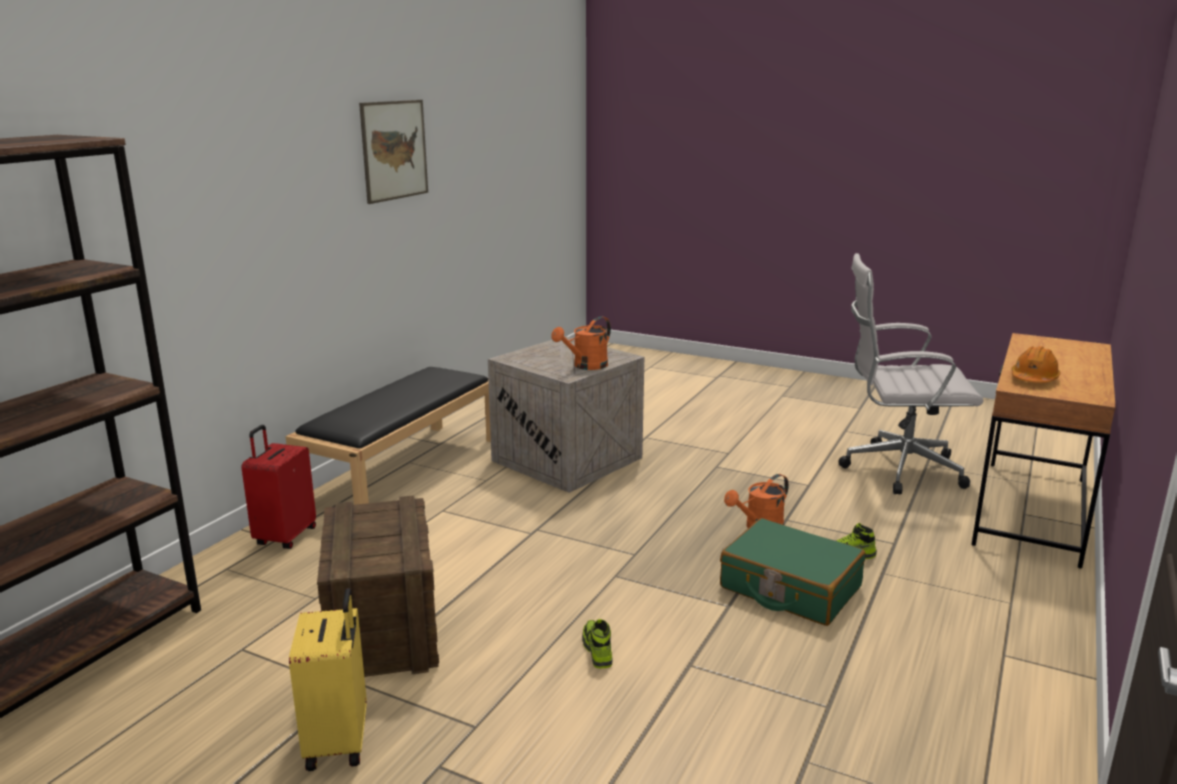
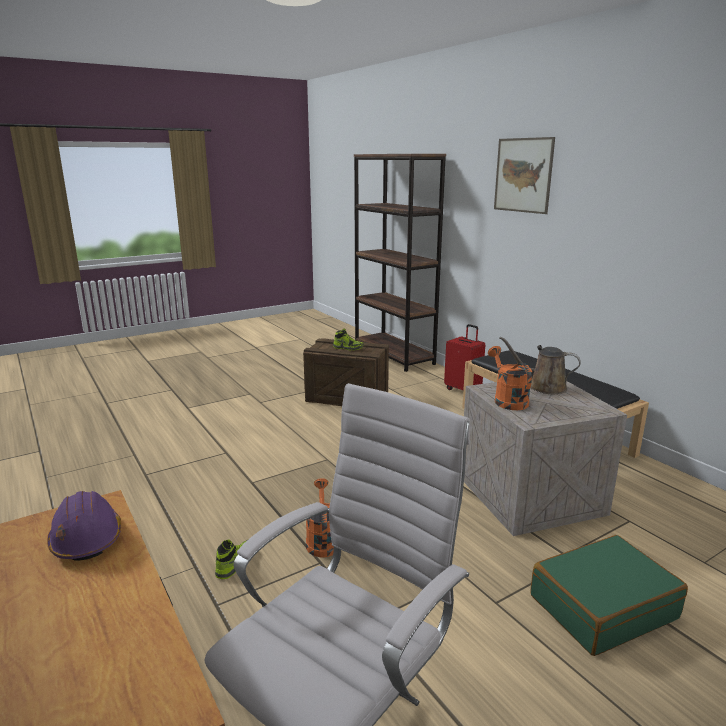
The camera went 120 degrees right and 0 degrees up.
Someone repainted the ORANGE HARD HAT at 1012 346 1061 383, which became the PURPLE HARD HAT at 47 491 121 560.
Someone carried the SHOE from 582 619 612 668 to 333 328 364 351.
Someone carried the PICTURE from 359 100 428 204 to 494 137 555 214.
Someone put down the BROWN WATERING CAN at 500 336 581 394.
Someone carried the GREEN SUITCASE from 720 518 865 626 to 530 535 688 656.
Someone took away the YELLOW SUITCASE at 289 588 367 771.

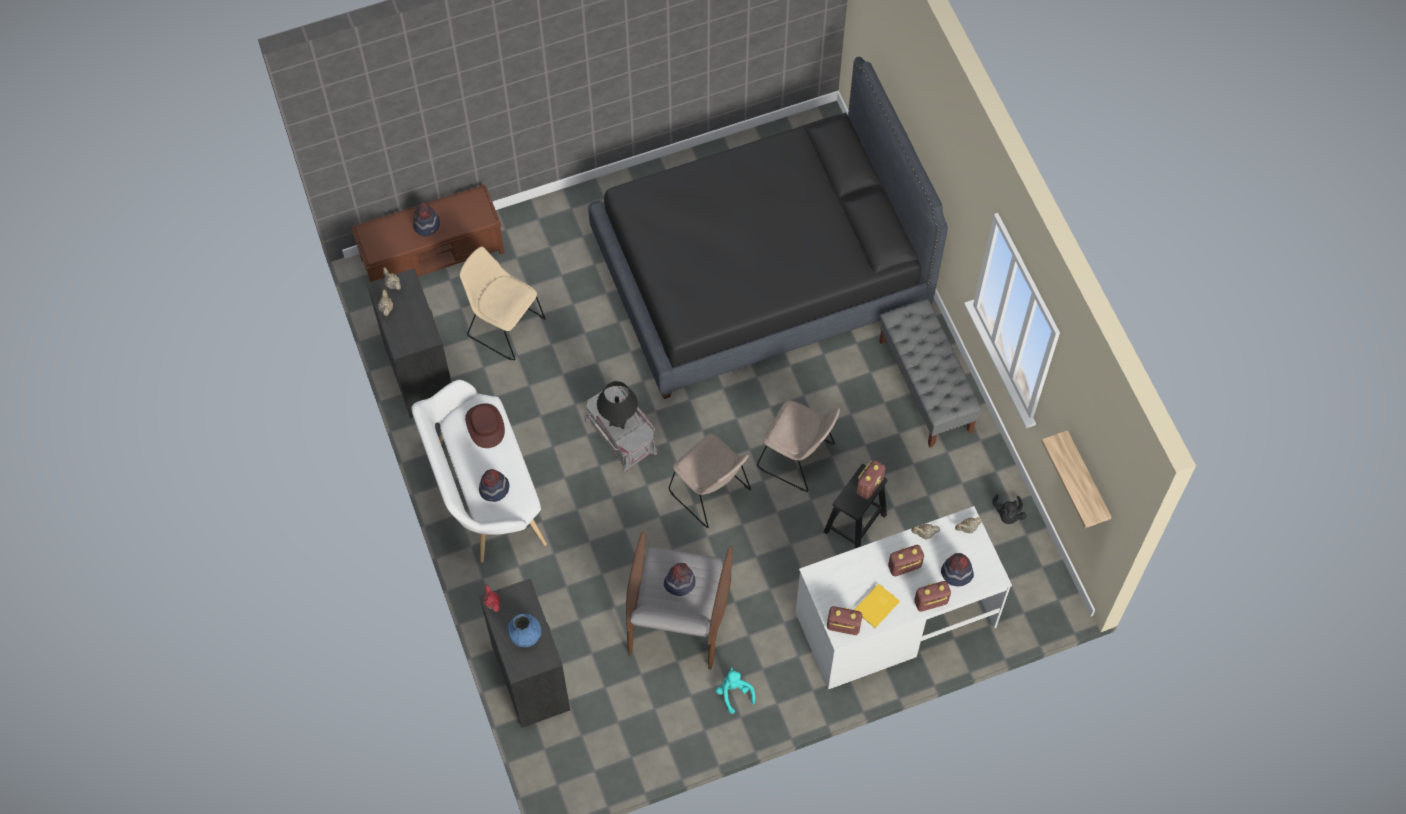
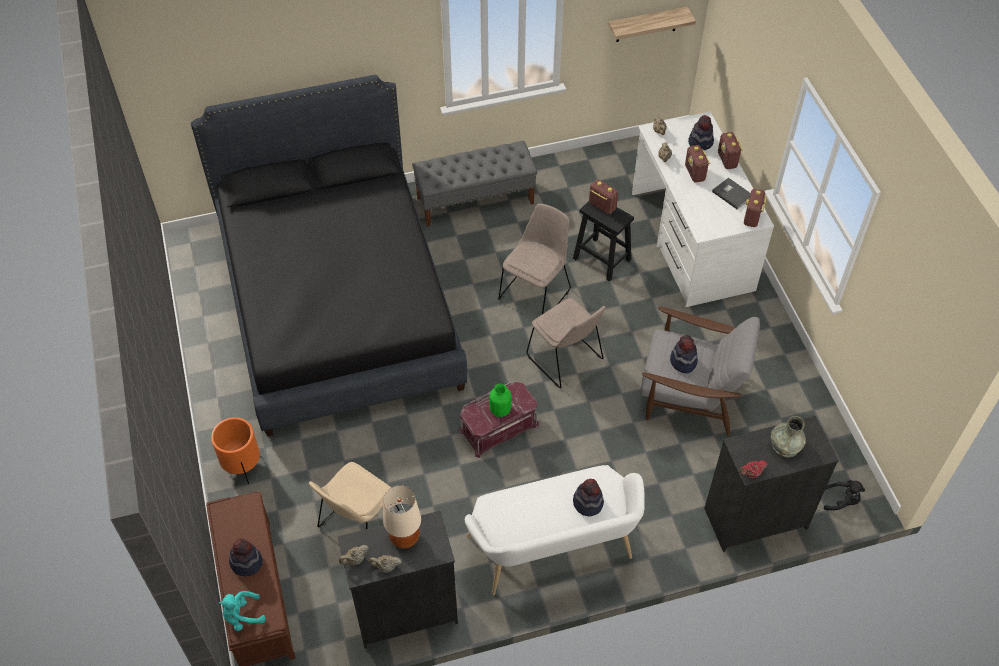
The camera went 85 degrees left and 10 degrees down.
Someone put down the ORANGE PLANTER at 211 417 260 484.
Someone carried the TURQUOISE PLUSH TOY from 716 668 755 714 to 218 591 266 631.
Someone put down the BEIGE TABLE LAMP at 383 486 421 549.
Someone repainted the GREY STORAGE BOX at 585 386 658 472, which became the RED STORAGE BOX at 458 382 539 458.
Someone swapped the BLACK TABLE LAMP at 597 381 638 429 for the GREEN VASE at 489 384 512 417.
Someone rotated the BEIGE CHAIR at 669 434 751 528 by 90 degrees clockwise.
Someone repainted the YELLOW BOOK at 854 584 899 628, which became the GREY BOOK at 712 178 751 210.
Someone repainted the BLUE VASE at 508 614 541 647, which became the GREY VASE at 770 416 806 458.
Someone carried the BLACK PLUSH TOY from 992 494 1027 524 to 824 480 865 510.
Someone took away the BROWN HAT at 465 403 505 448.

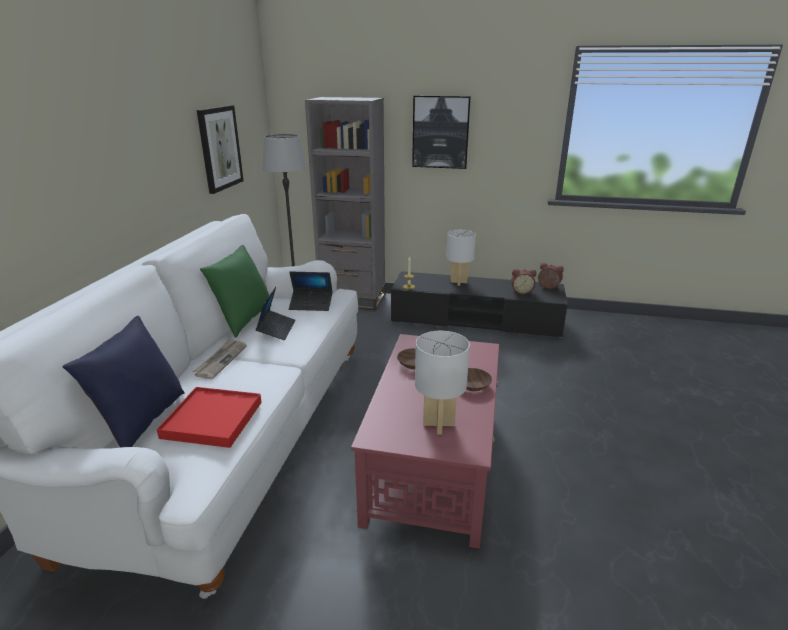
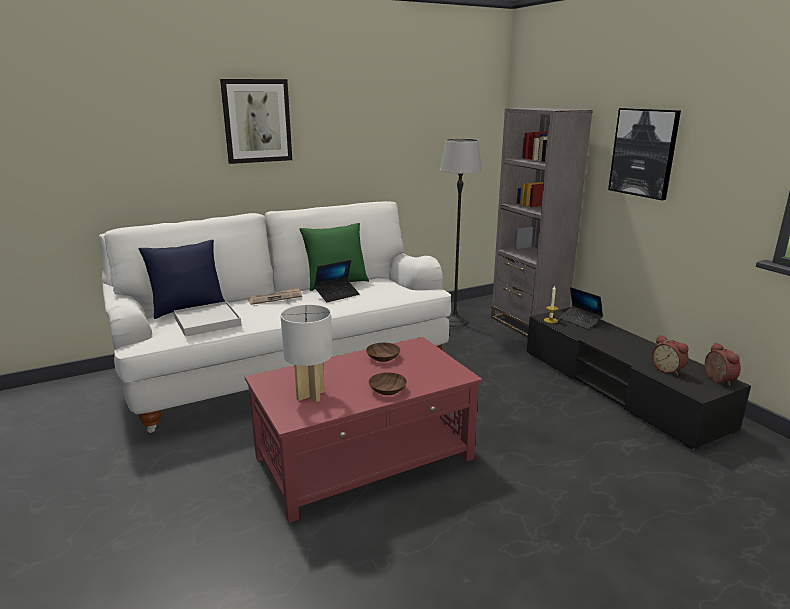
The camera went 50 degrees right and 5 degrees down.
Someone repainted the RED TRAY at 157 387 262 448, which became the WHITE TRAY at 174 301 242 337.
Someone carried the PICTURE from 197 105 244 194 to 220 79 292 164.
Someone carried the LAPTOP from 289 272 333 311 to 559 287 603 329.
Someone took away the WHITE TABLE LAMP at 446 230 476 286.

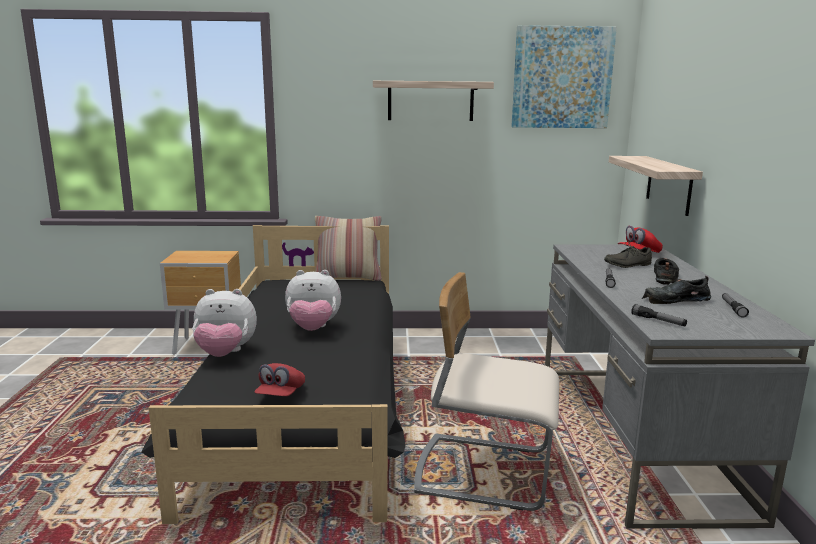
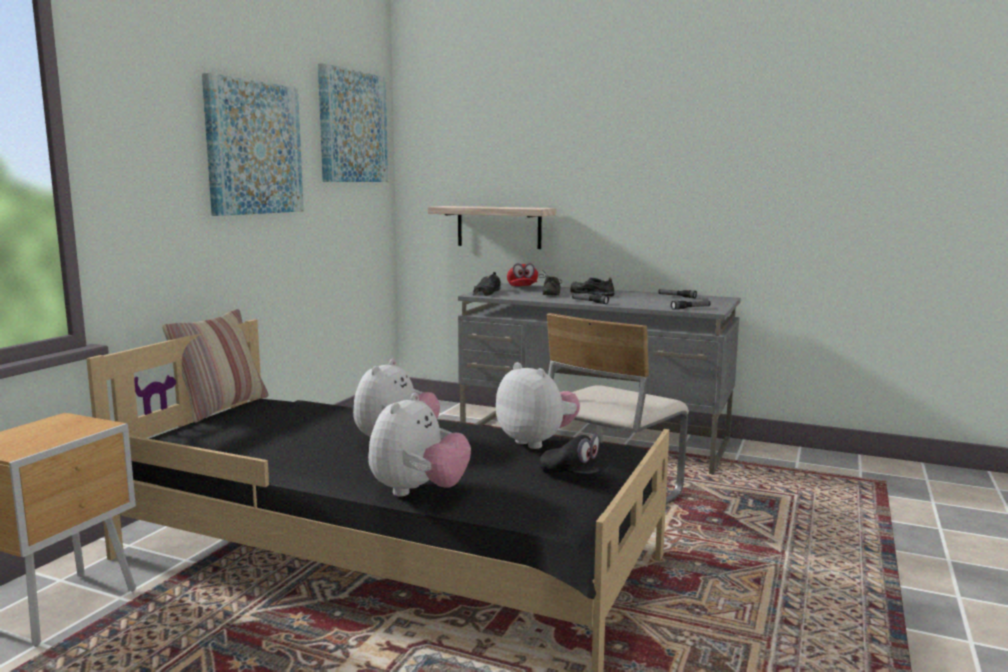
The camera went 65 degrees left and 5 degrees down.
Someone swapped the SHELF at 373 81 494 121 for the PICTURE at 202 73 304 216.
Someone carried the BLACK SHOE from 642 276 711 304 to 473 272 501 296.
Someone put down the PLUSH TOY at 496 362 580 449.
Someone repainted the RED CAP at 255 363 305 396, which became the BLACK CAP at 540 433 615 475.

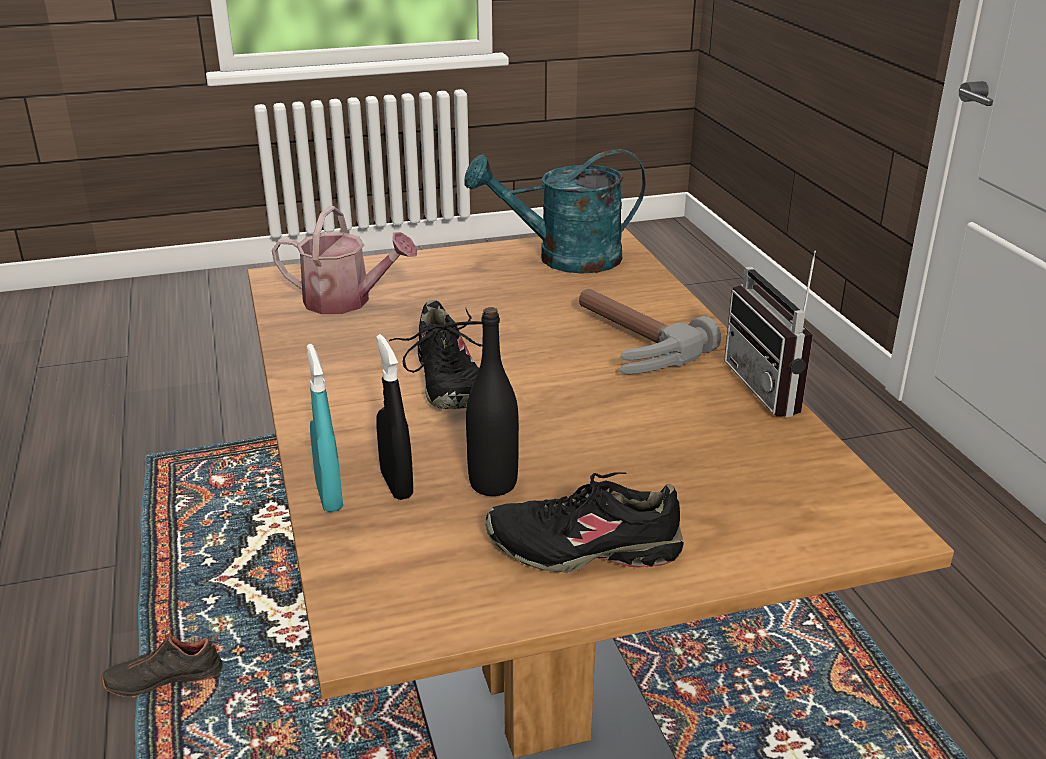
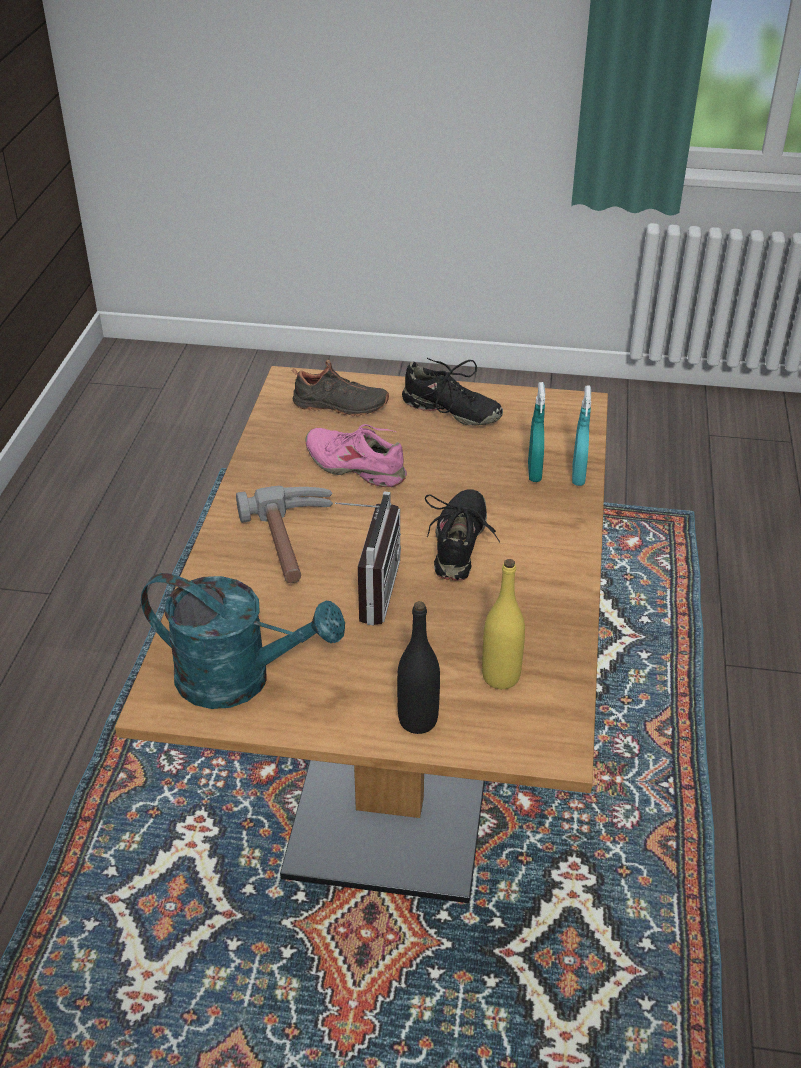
The camera went 155 degrees left and 10 degrees up.
Someone carried the BLACK SHOE from 101 627 223 698 to 291 360 389 416.
Someone put down the PINK SHOE at 305 424 407 487.
Someone carried the RADIO from 724 250 816 417 to 335 491 401 625.
Someone carried the BLACK BOTTLE from 466 307 519 496 to 397 601 440 734.
Someone swapped the WATERING CAN at 272 206 417 314 for the YELLOW BOTTLE at 482 559 525 689.
Someone repainted the BLACK SPRAY BOTTLE at 376 334 413 500, which became the TURQUOISE SPRAY BOTTLE at 528 382 545 482.

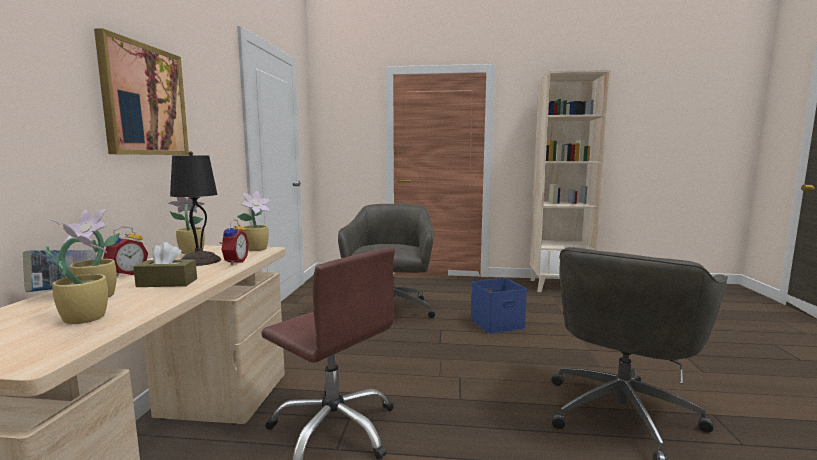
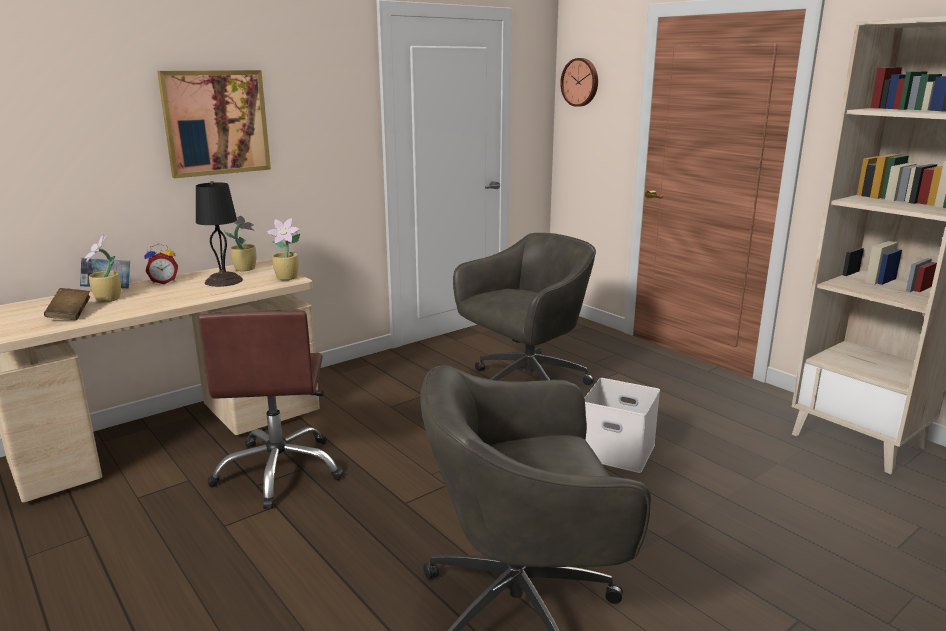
The camera went 45 degrees right and 10 degrees up.
Someone swapped the POTTED PLANT at 46 219 108 324 for the BROWN BOOK at 44 288 90 320.
Someone put up the WALL CLOCK at 560 58 598 107.
Someone repainted the BLUE STORAGE BOX at 471 278 527 334, which became the WHITE STORAGE BOX at 585 378 660 473.
Someone took away the BROWN TISSUE BOX at 134 242 197 287.
Someone took away the ALARM CLOCK at 219 219 249 265.

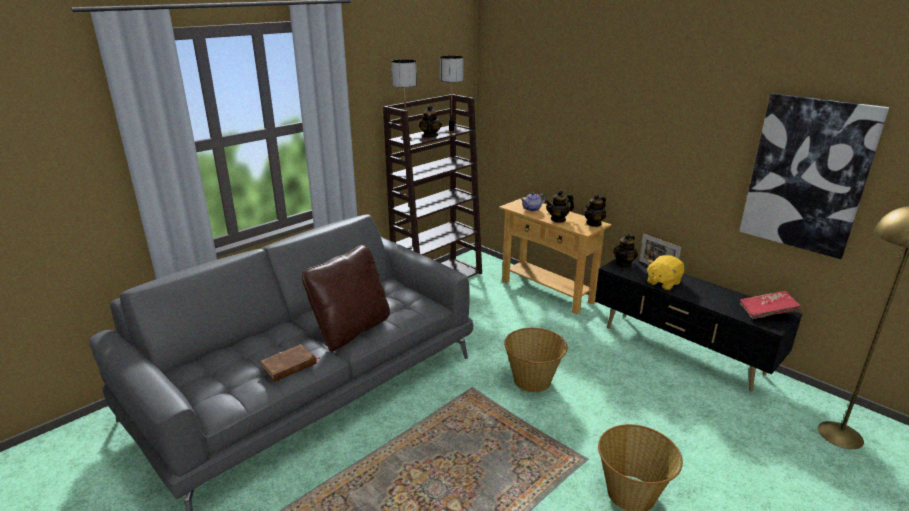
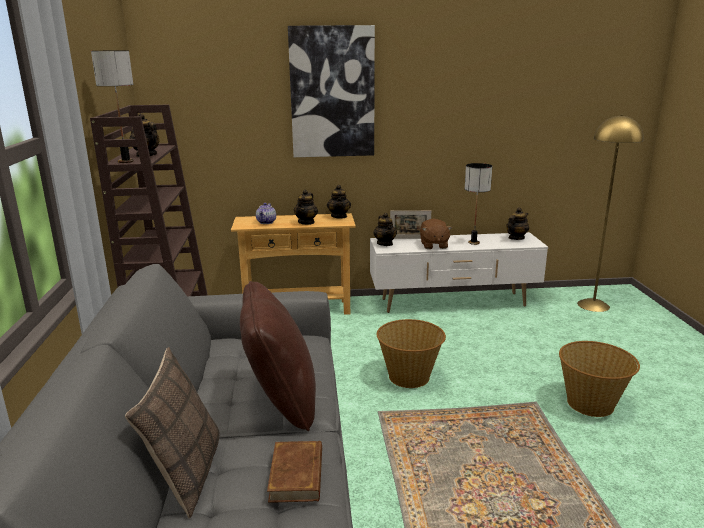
The camera went 50 degrees left and 5 degrees down.
Someone put down the PILLOW at 125 347 219 518.
Someone carried the PICTURE from 739 93 889 259 to 288 25 375 157.
Someone repainted the BLACK TV STAND at 595 258 802 391, which became the WHITE TV STAND at 370 232 548 313.
Someone repainted the YELLOW PLUSH TOY at 647 255 684 290, which became the BROWN PLUSH TOY at 420 219 452 249.
Someone carried the TABLE LAMP from 440 56 463 133 to 465 163 492 245.
Someone swapped the RED BOOK at 740 291 802 319 for the TEAPOT at 506 208 529 240.

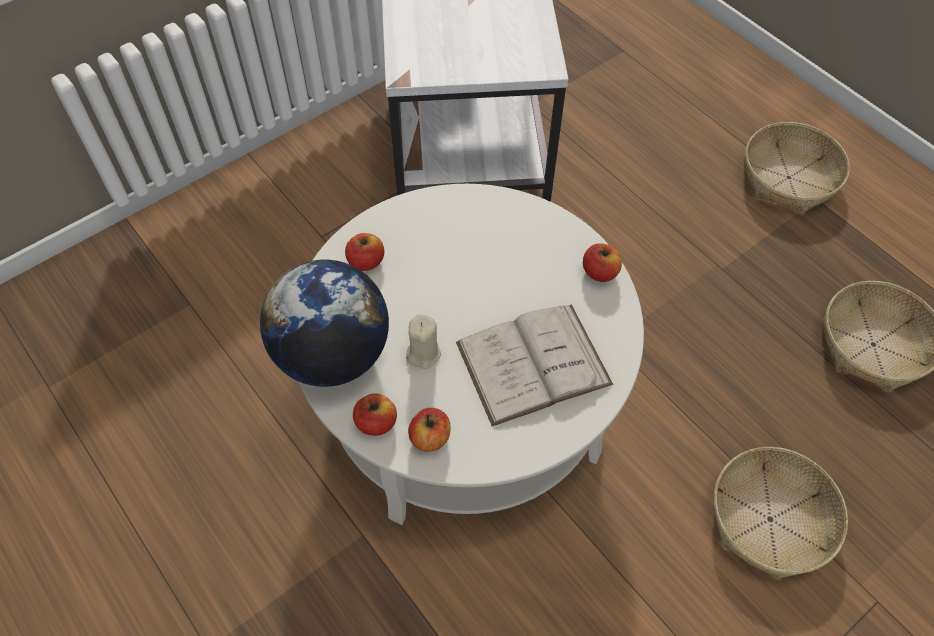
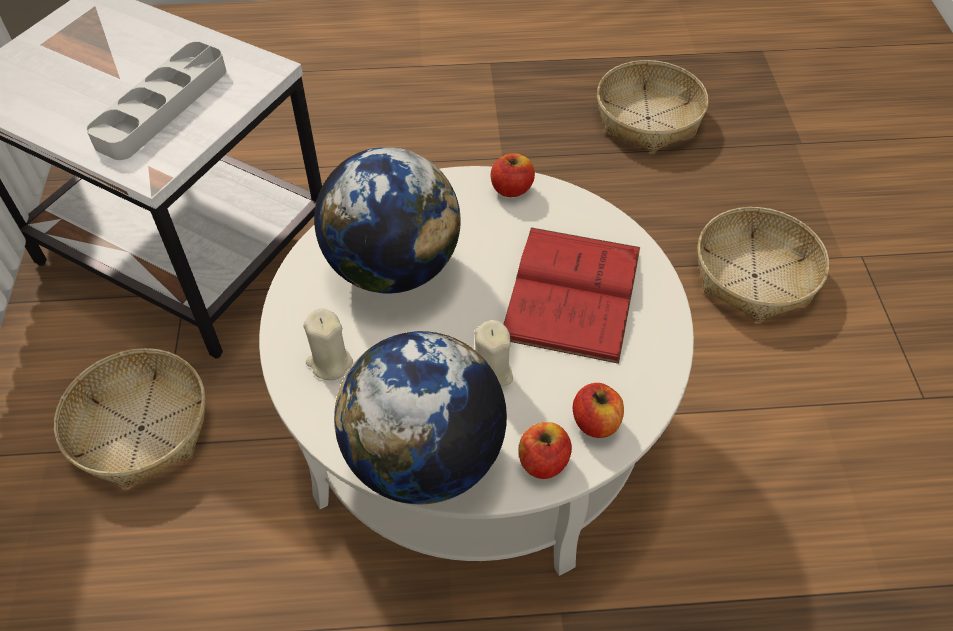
The camera went 55 degrees left and 5 degrees down.
Someone carried the BASKET from 744 122 850 214 to 54 348 205 488.
Someone put down the GREY TRAY at 86 41 226 160.
Someone swapped the APPLE at 345 233 384 271 for the BEIGE CANDLE at 304 308 353 380.
Someone put down the GLOBE at 314 147 461 293.
Someone repainted the WHITE BOOK at 456 305 613 426, which became the RED BOOK at 503 227 640 364.

